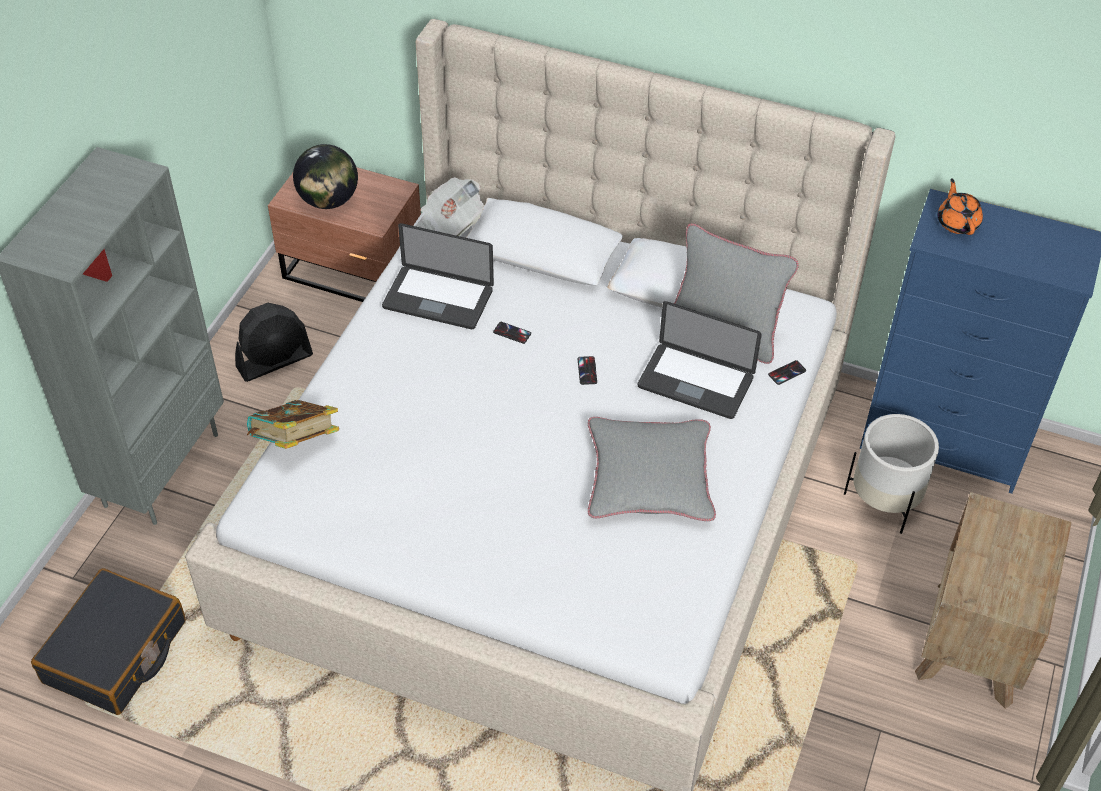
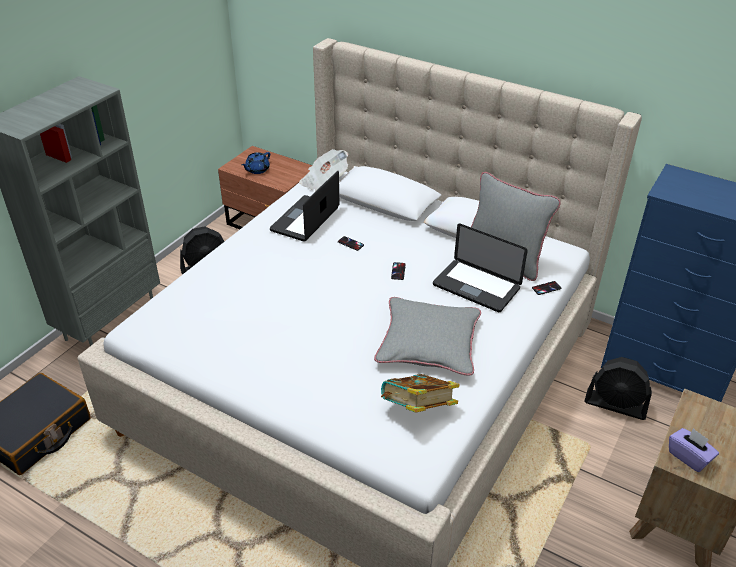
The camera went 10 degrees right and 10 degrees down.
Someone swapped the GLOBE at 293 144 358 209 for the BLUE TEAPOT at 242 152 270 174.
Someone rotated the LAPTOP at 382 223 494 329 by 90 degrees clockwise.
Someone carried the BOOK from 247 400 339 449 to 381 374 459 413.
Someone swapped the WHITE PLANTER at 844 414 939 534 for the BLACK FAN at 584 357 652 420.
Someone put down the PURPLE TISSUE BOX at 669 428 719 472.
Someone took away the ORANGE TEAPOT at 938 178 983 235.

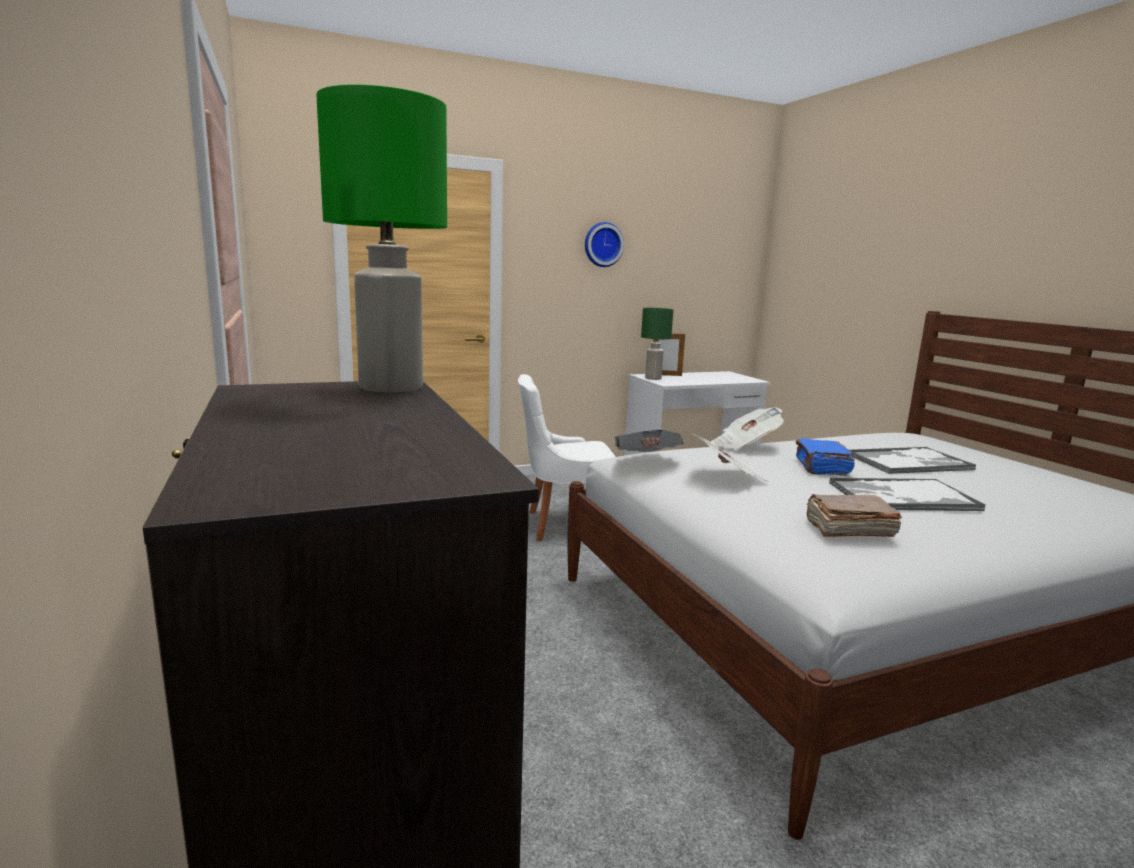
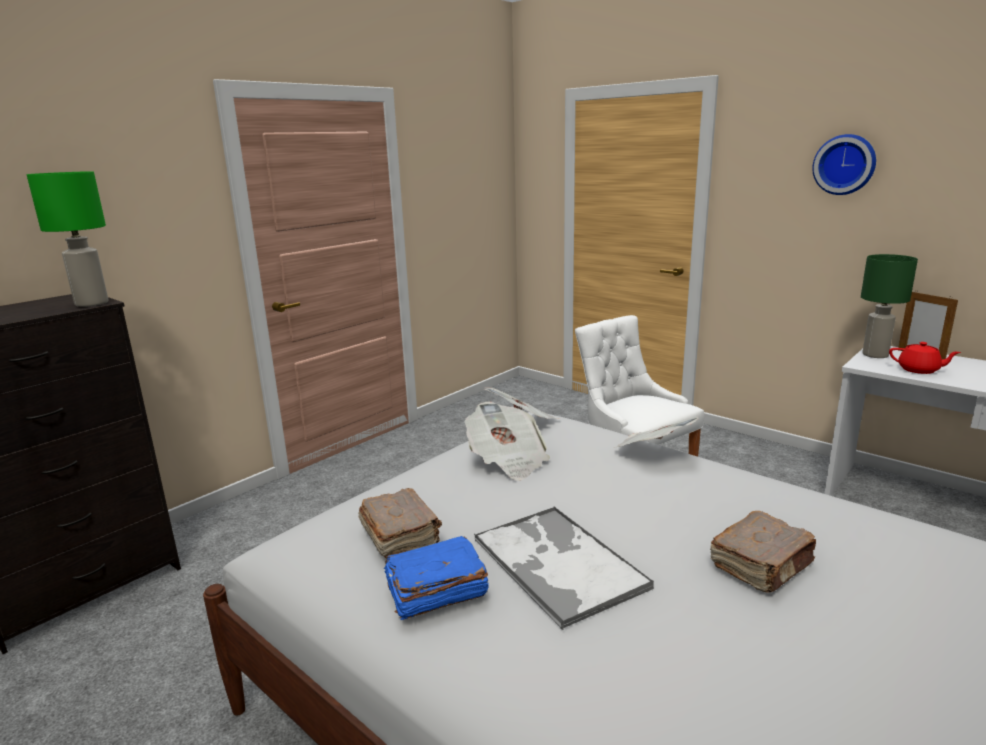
The camera went 65 degrees right and 5 degrees up.
Someone carried the BLUE BOOK from 795 438 855 476 to 384 536 489 620.
Someone swapped the TRAY at 850 447 976 474 for the BROWN BOOK at 710 511 816 593.
Someone put down the RED TEAPOT at 889 342 961 374.

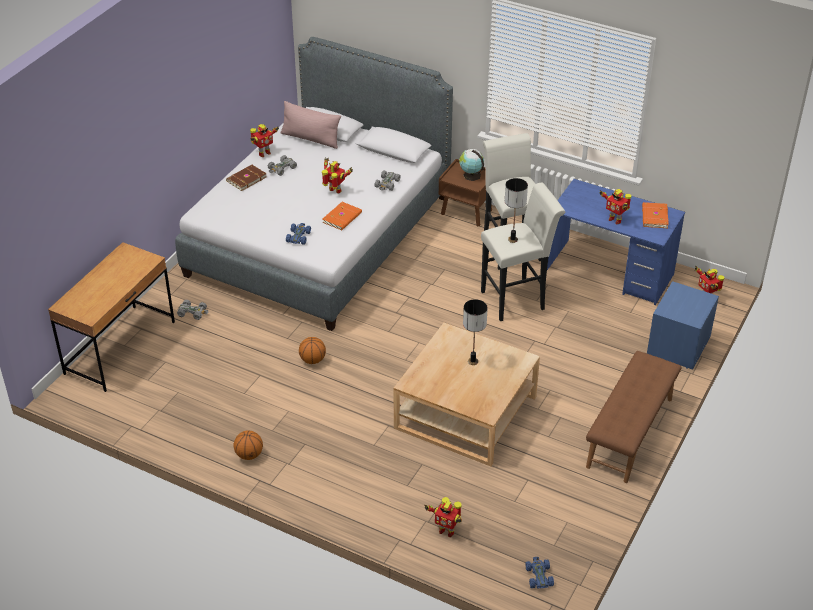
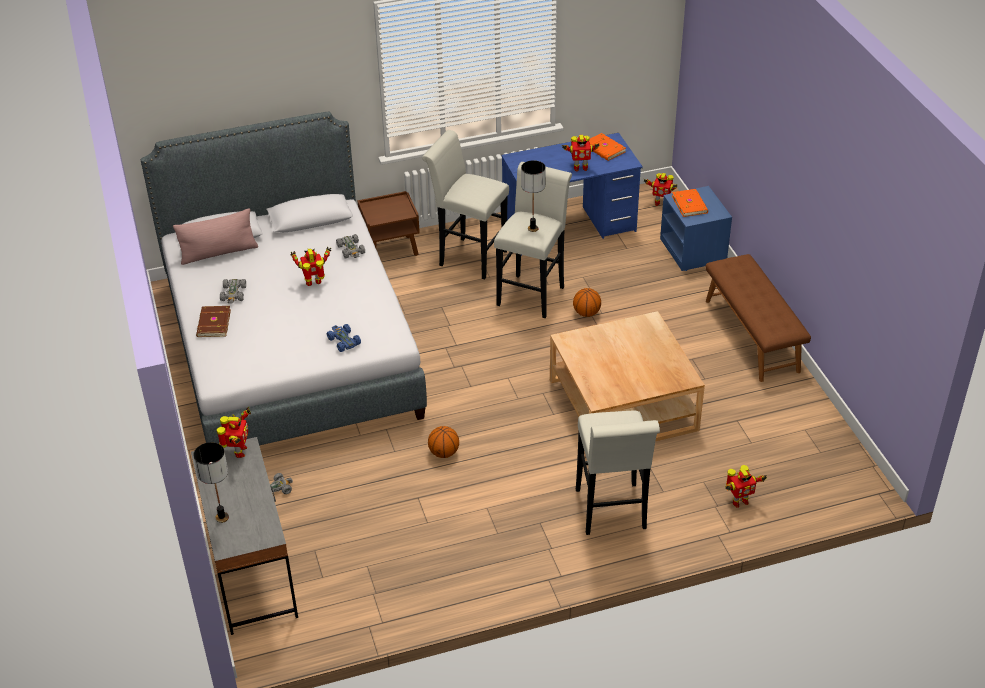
The camera went 45 degrees left and 0 degrees up.
Someone repainted the BROWN DESK at 48 242 175 392, which became the GREY DESK at 191 437 298 635.
Someone carried the TABLE LAMP from 463 299 488 365 to 193 442 229 523.
Someone carried the TOY ROBOT from 250 124 279 157 to 217 407 251 458.
Someone carried the BASKETBALL from 234 430 263 460 to 573 288 601 317.
Someone put down the WHITE STOOL at 576 411 660 535.
Someone carried the ORANGE BOOK from 322 202 362 230 to 672 189 708 217.
Someone took away the GLOBE at 459 149 484 181.
Someone took away the BLUE TOY CAR at 525 557 554 588.

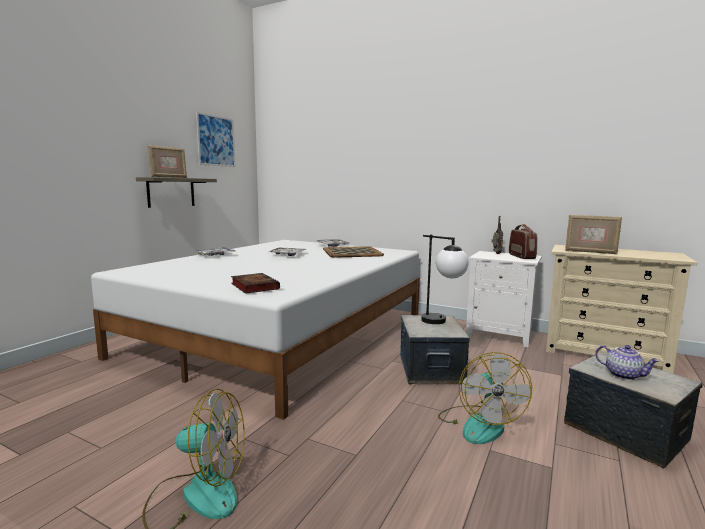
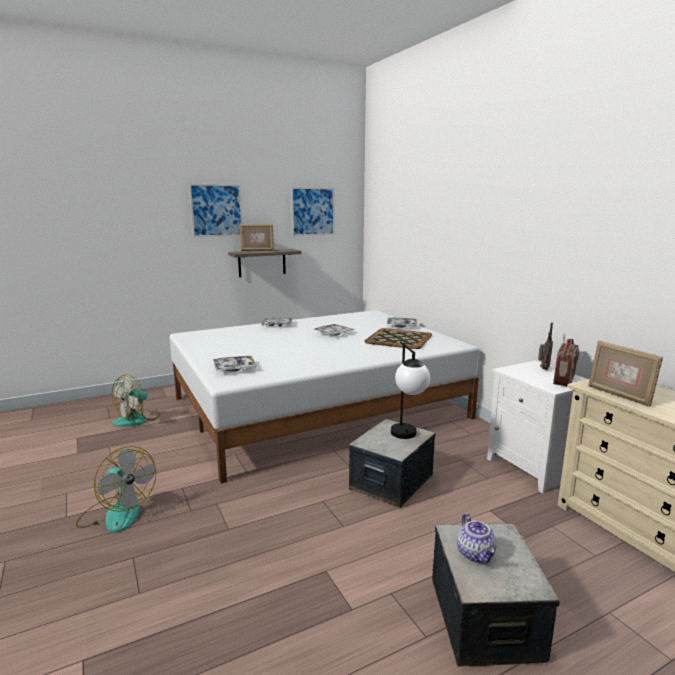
The camera went 35 degrees right and 5 degrees up.
Someone carried the FAN from 438 352 532 444 to 111 374 160 427.
Someone put up the PICTURE at 189 184 243 237.
Someone swapped the BOOK at 231 273 280 294 for the TRAY at 213 356 257 371.

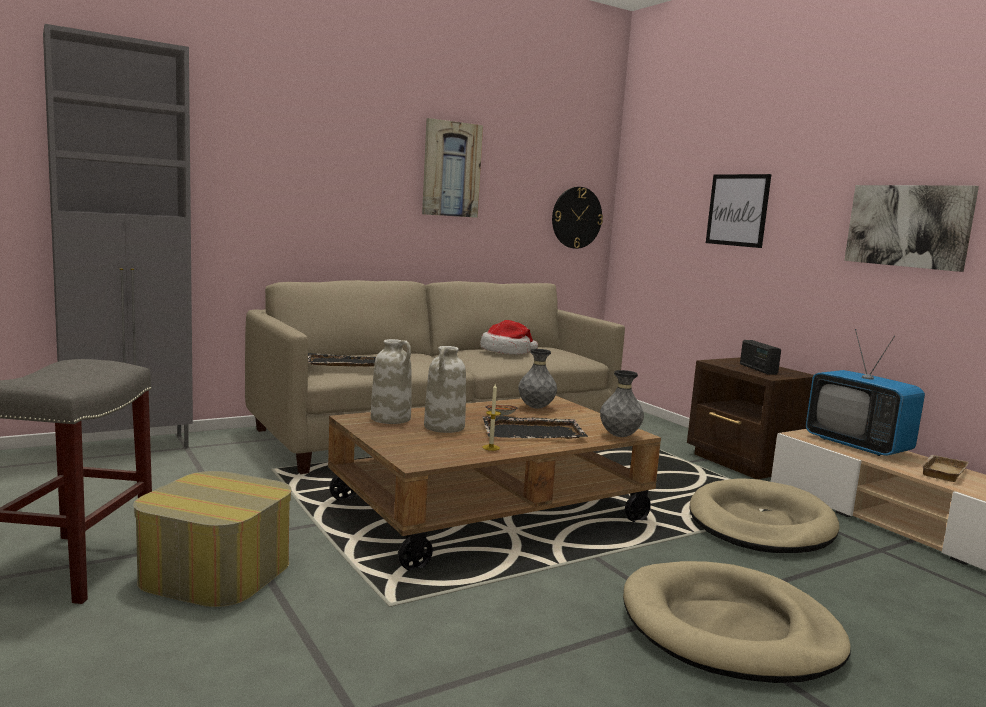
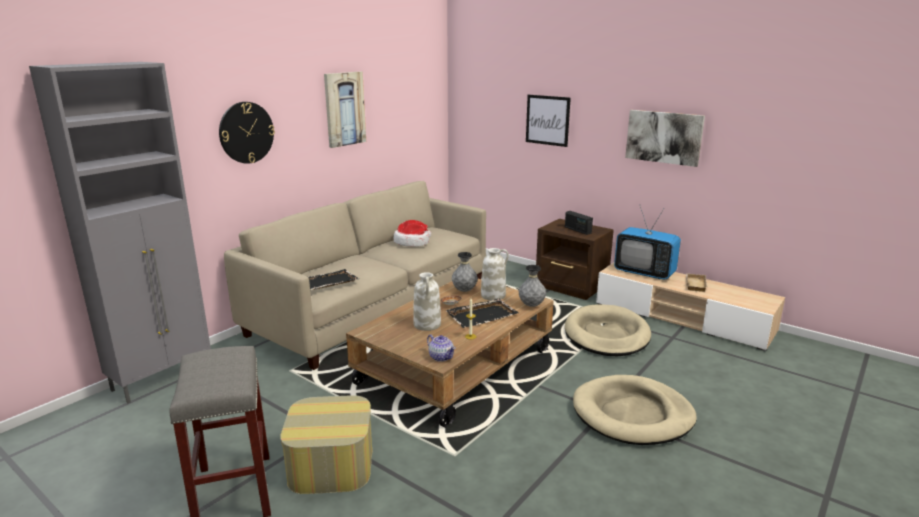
The camera went 20 degrees left and 10 degrees up.
Someone carried the WALL CLOCK from 552 187 603 249 to 219 102 275 164.
Someone put down the TEAPOT at 427 335 456 362.
Someone carried the WHITE VASE from 371 339 412 424 to 481 248 509 300.

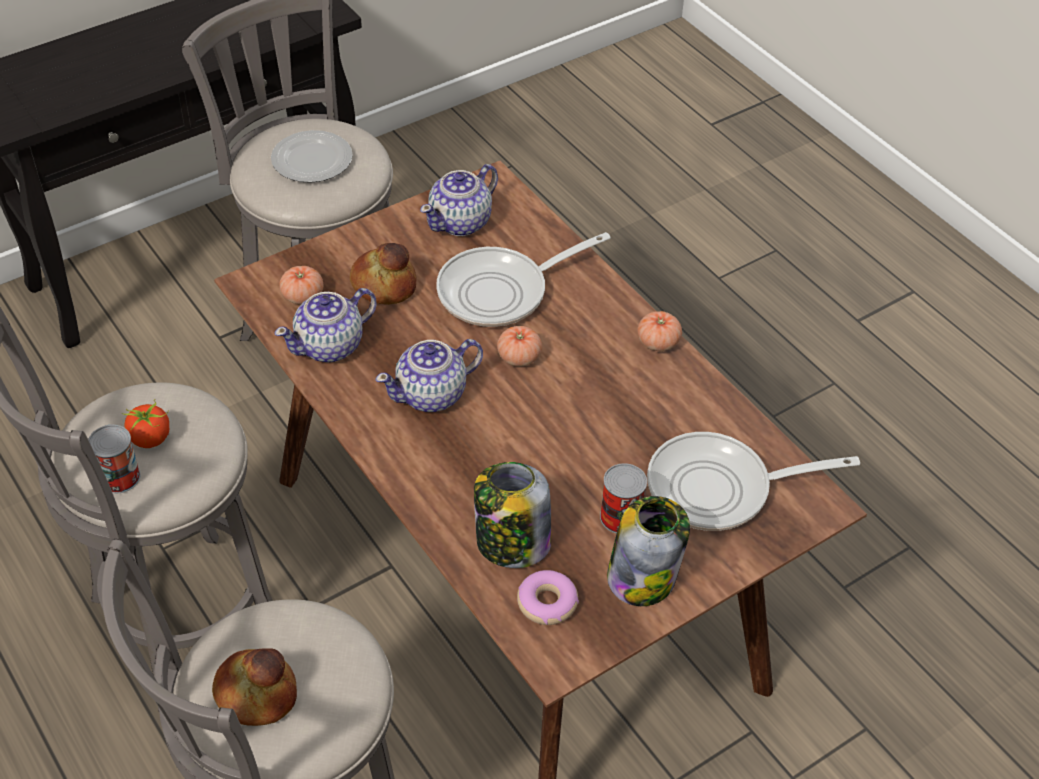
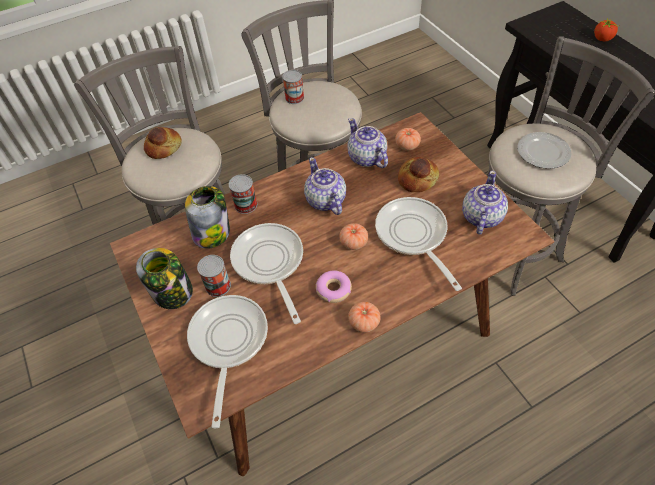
The camera went 100 degrees right and 5 degrees up.
Someone put down the CAN at 229 174 257 214.
Someone put down the FRYING PAN at 230 223 303 324.
Someone carried the DONUT from 517 570 579 625 to 316 270 352 303.
Someone rotated the TEAPOT at 420 164 498 236 by 60 degrees clockwise.
Someone carried the TOMATO from 122 399 169 448 to 594 17 618 42.

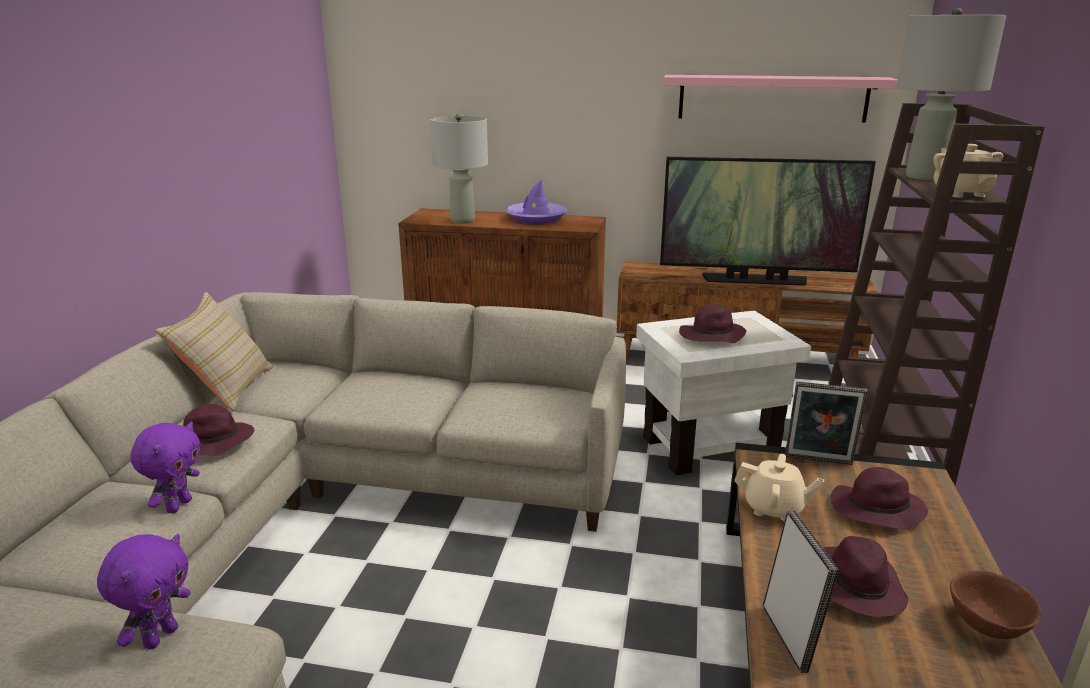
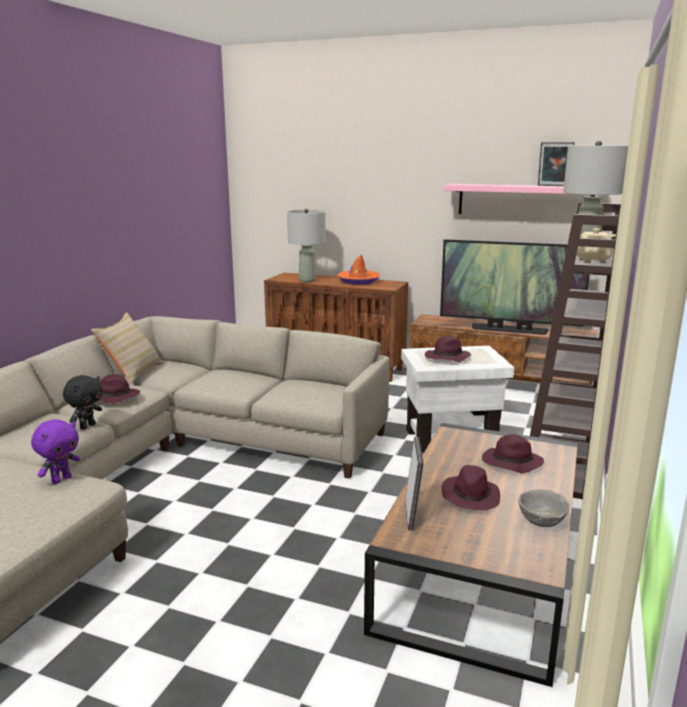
The camera went 10 degrees right and 5 degrees down.
Someone repainted the PURPLE PLUSH TOY at 131 422 201 513, which became the BLACK PLUSH TOY at 63 375 102 430.
Someone repainted the PURPLE HAT at 505 180 567 224, which became the ORANGE HAT at 337 254 380 285.
Someone repainted the BROWN BOWL at 950 570 1041 639, which became the GREY BOWL at 518 489 570 527.
Someone carried the PICTURE FRAME from 785 382 868 465 to 538 142 575 186.
Someone took away the BEIGE TEAPOT at 734 454 824 521.

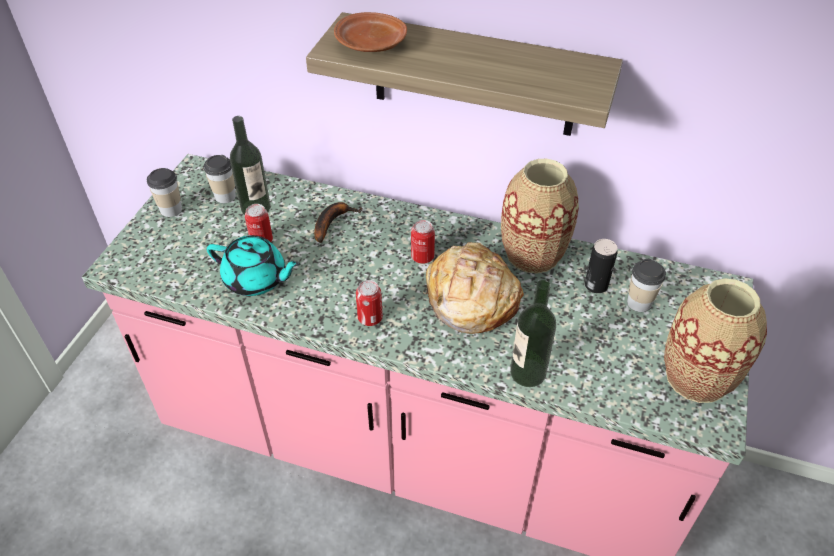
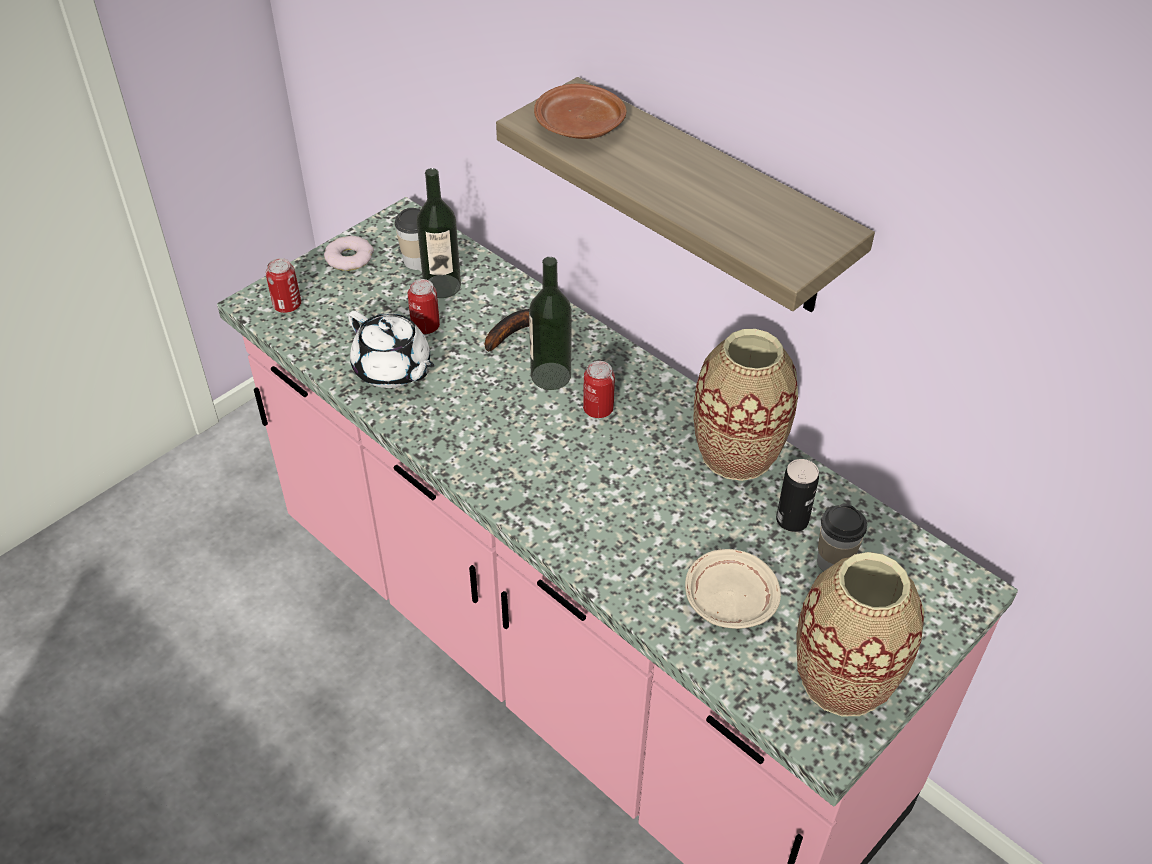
The camera went 25 degrees right and 0 degrees up.
Someone carried the CAN from 356 280 383 326 to 266 258 301 313.
Someone swapped the CUP at 147 168 182 217 for the DONUT at 324 236 374 271.
Someone repainted the TURQUOISE TEAPOT at 207 235 300 296, which became the WHITE TEAPOT at 348 311 434 388.
Someone carried the BOTTLE from 510 280 556 387 to 529 257 572 390.
Someone put down the BEIGE PLATE at 685 549 781 629.
Someone took away the BREAD at 423 242 524 334.

